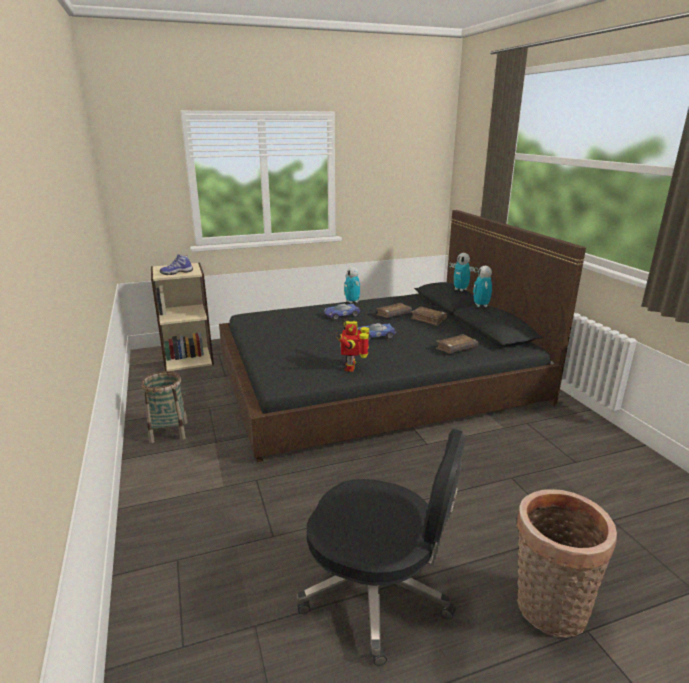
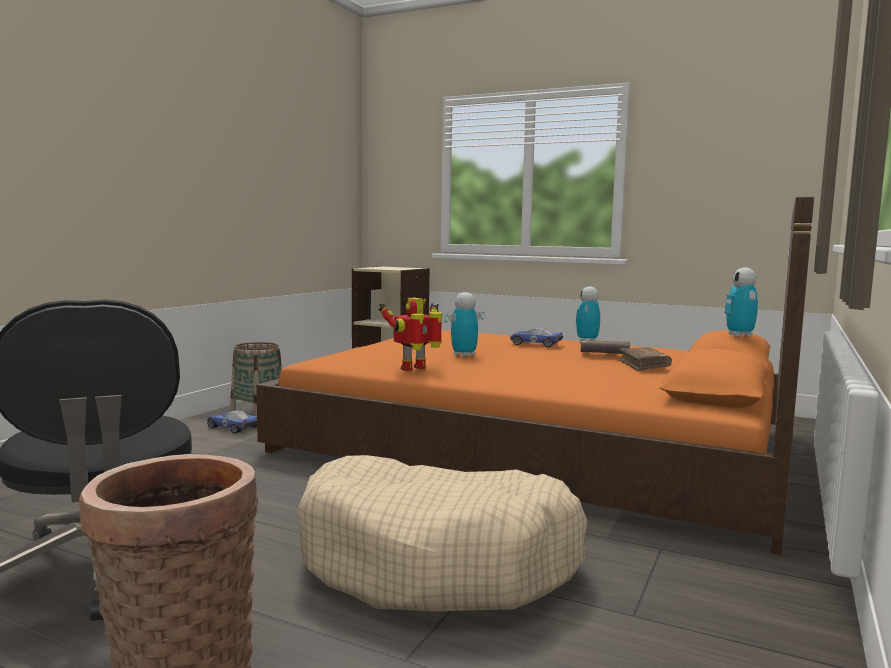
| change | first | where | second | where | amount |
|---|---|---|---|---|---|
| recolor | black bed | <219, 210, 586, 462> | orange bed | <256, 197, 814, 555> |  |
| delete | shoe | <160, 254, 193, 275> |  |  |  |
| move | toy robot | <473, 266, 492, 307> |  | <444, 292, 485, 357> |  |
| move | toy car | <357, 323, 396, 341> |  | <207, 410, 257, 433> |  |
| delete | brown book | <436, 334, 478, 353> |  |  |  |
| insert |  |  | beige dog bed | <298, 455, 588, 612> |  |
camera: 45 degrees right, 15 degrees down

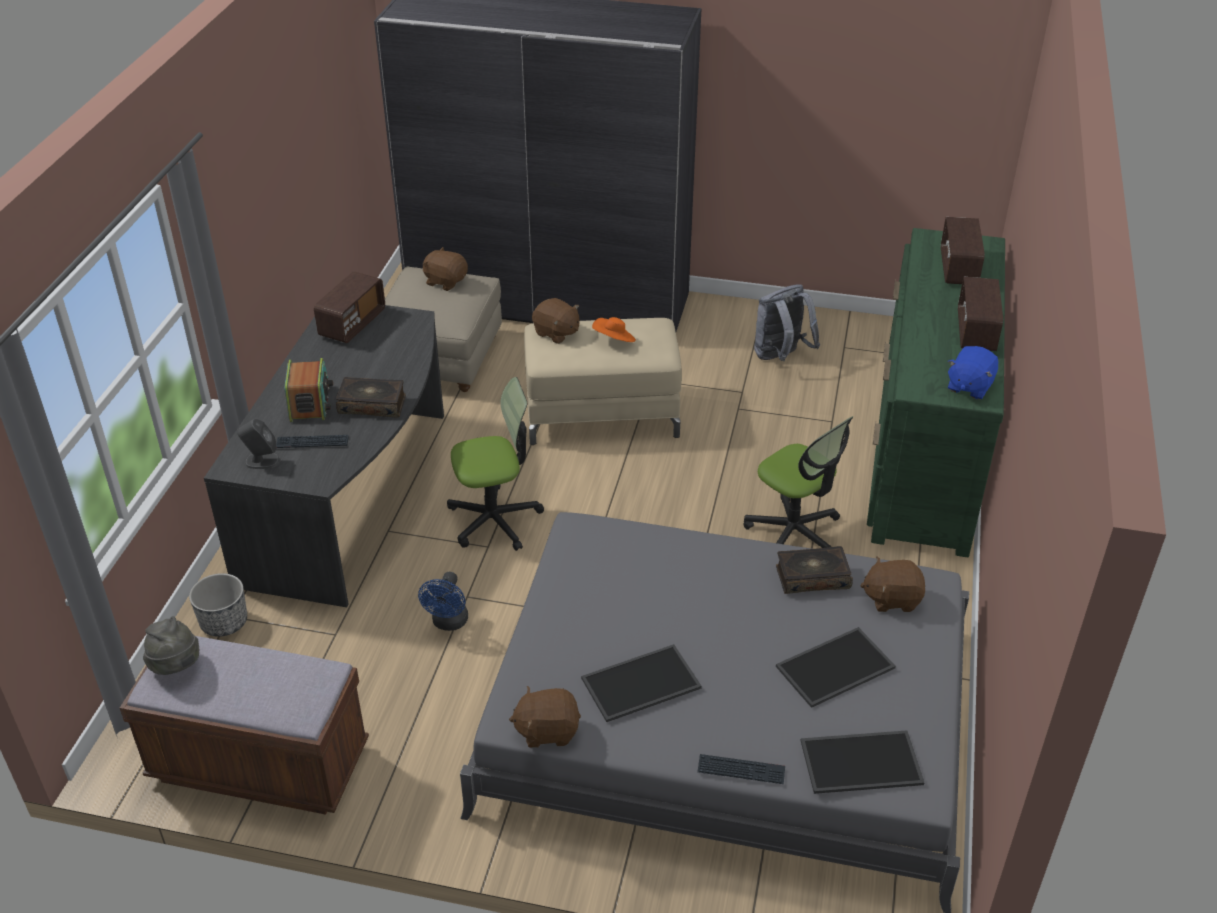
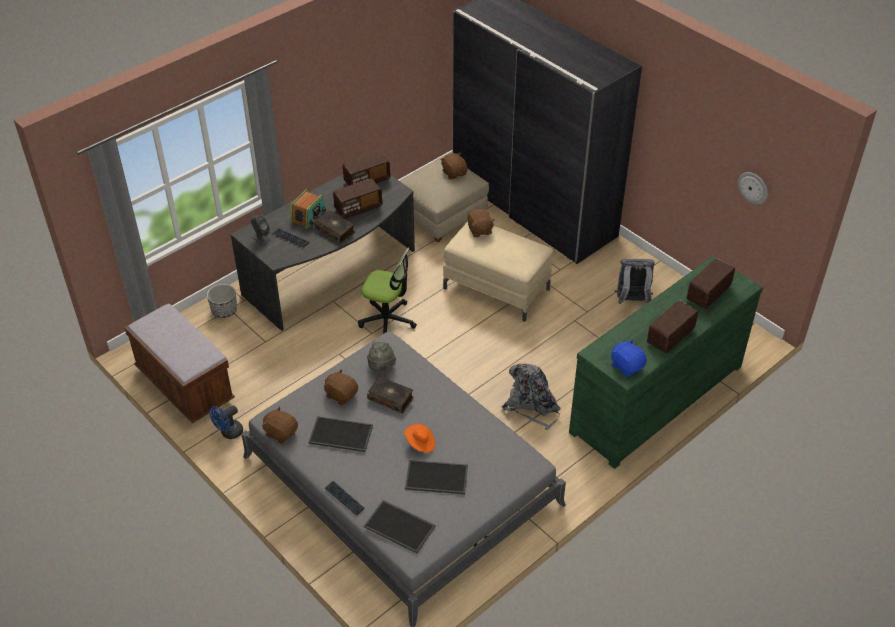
| change | first | where | second | where | amount |
|---|---|---|---|---|---|
| move | orange hat | <592, 317, 636, 342> |  | <404, 424, 435, 453> |  |
| rotate | blue plush toy | <948, 346, 998, 400> |  | <611, 339, 647, 376> | 75 degrees clockwise |
| replace | office chair | <743, 416, 853, 548> | grey backpack | <502, 364, 561, 430> |  |
| move | book | <776, 546, 853, 594> |  | <367, 376, 414, 413> |  |
| move | brown plush toy | <860, 557, 925, 612> |  | <324, 369, 358, 405> |  |
| move | blue fan | <418, 572, 468, 631> |  | <209, 405, 243, 439> |  |
| move | grey hat | <143, 616, 199, 675> |  | <367, 342, 396, 371> |  |
| insert |  |  | wall clock | <738, 172, 768, 204> |  |
| insert |  |  | radio | <333, 179, 383, 219> |  |
camera: 35 degrees right, 5 degrees up

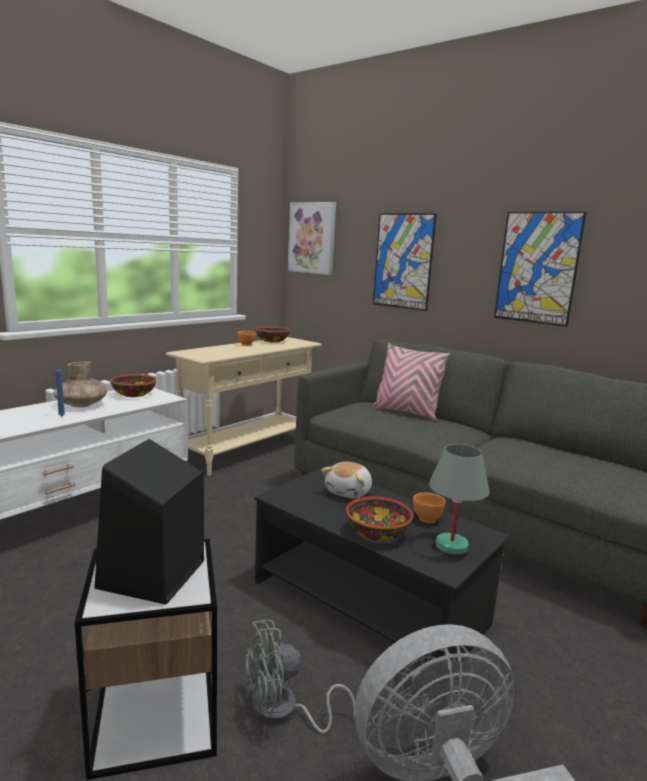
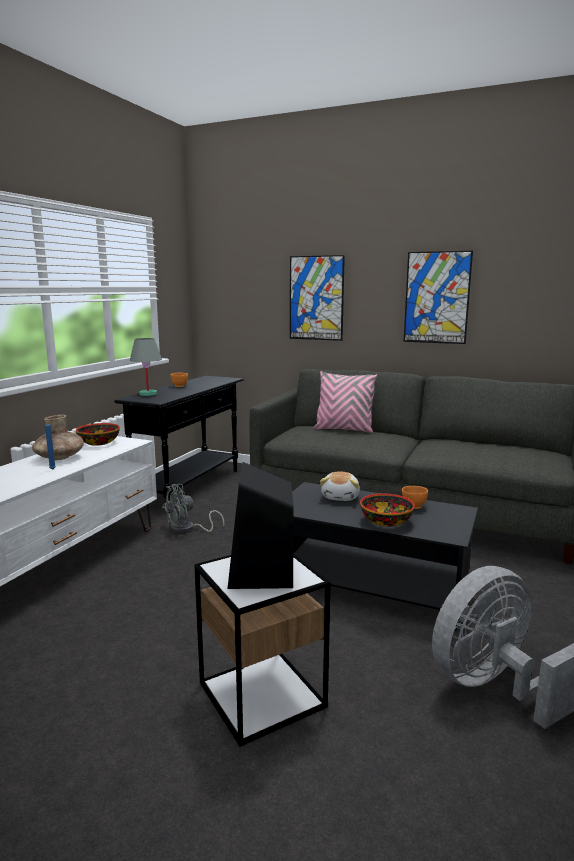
| change | first | where | second | where | amount |
|---|---|---|---|---|---|
| delete | picture | <288, 202, 336, 275> |  |  |  |
| delete | bowl | <256, 326, 290, 343> |  |  |  |
| recolor | beige console table | <166, 337, 322, 476> | black console table | <114, 376, 243, 513> |  |
| move | grey table lamp | <429, 444, 490, 554> |  | <130, 338, 162, 396> |  |
| move | grey fan | <243, 620, 355, 734> |  | <162, 484, 224, 533> |  |
camera: 15 degrees left, 0 degrees up

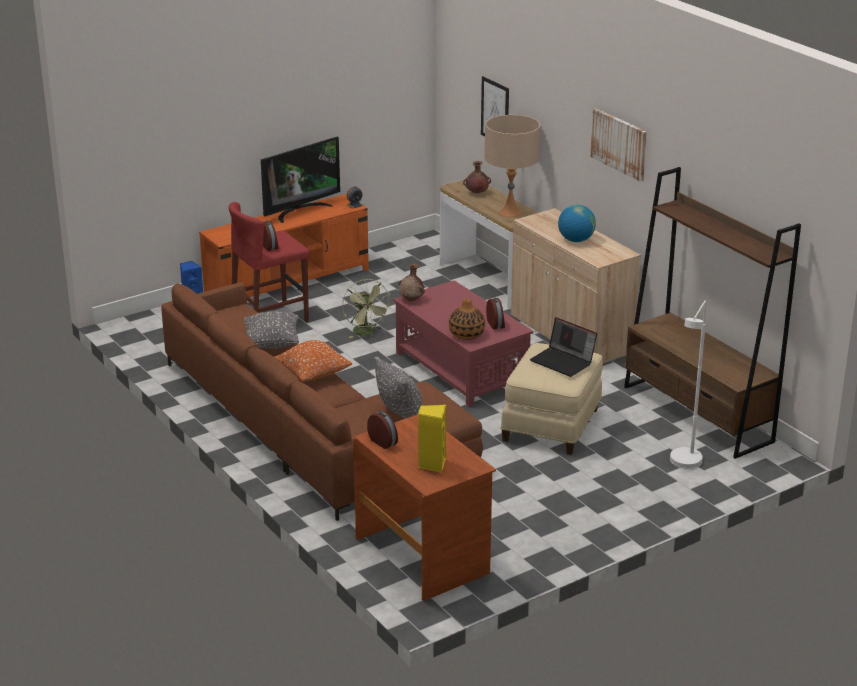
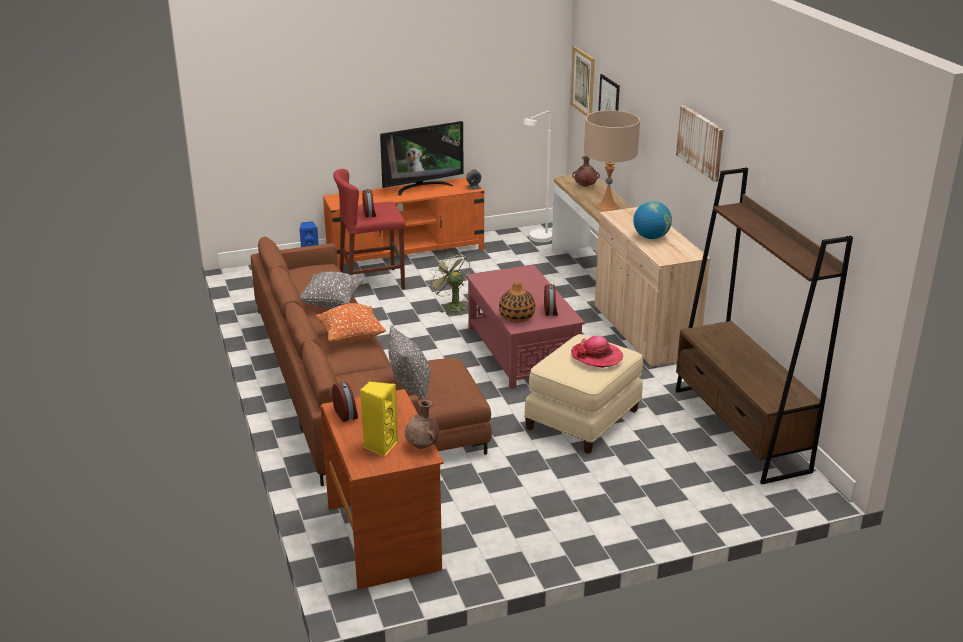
| change | first | where | second | where | amount |
|---|---|---|---|---|---|
| move | brown vase | <399, 264, 425, 301> |  | <405, 399, 439, 449> |  |
| rotate | green fan | <342, 279, 391, 338> |  | <428, 252, 470, 315> | 150 degrees clockwise |
| move | white floor lamp | <670, 301, 707, 469> |  | <523, 111, 552, 243> |  |
| replace | laptop | <530, 317, 597, 377> | hat | <571, 336, 623, 368> |  |
| insert |  |  | picture | <571, 46, 595, 116> |  |
camera: 15 degrees right, 0 degrees up

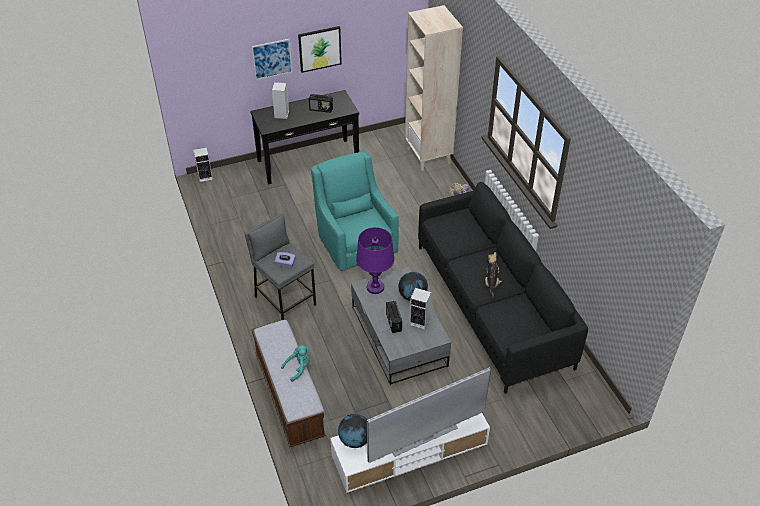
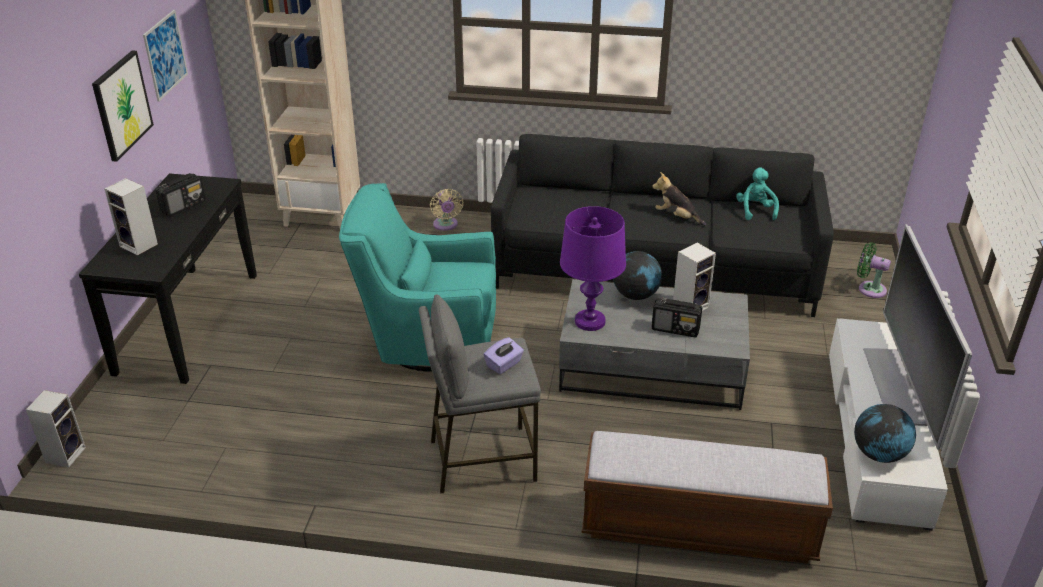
| change | first | where | second | where | amount |
|---|---|---|---|---|---|
| move | picture | <251, 39, 293, 80> |  | <143, 10, 188, 102> |  |
| move | turquoise plush toy | <281, 345, 310, 382> |  | <736, 168, 779, 220> |  |
| insert |  |  | green fan | <857, 242, 891, 298> |  |
camera: 60 degrees left, 10 degrees down

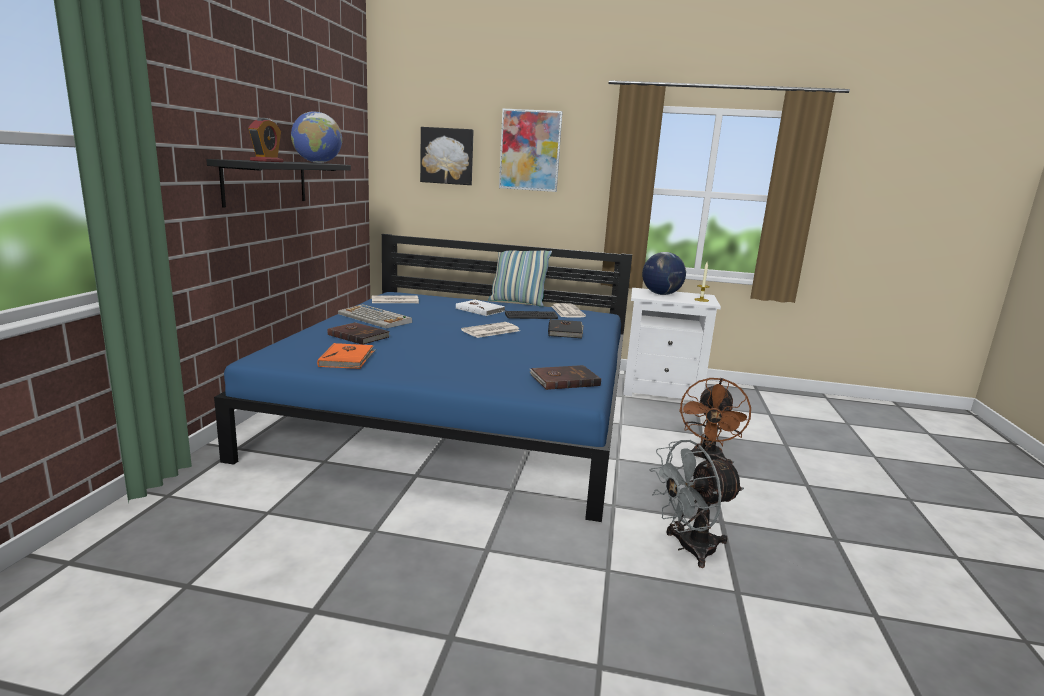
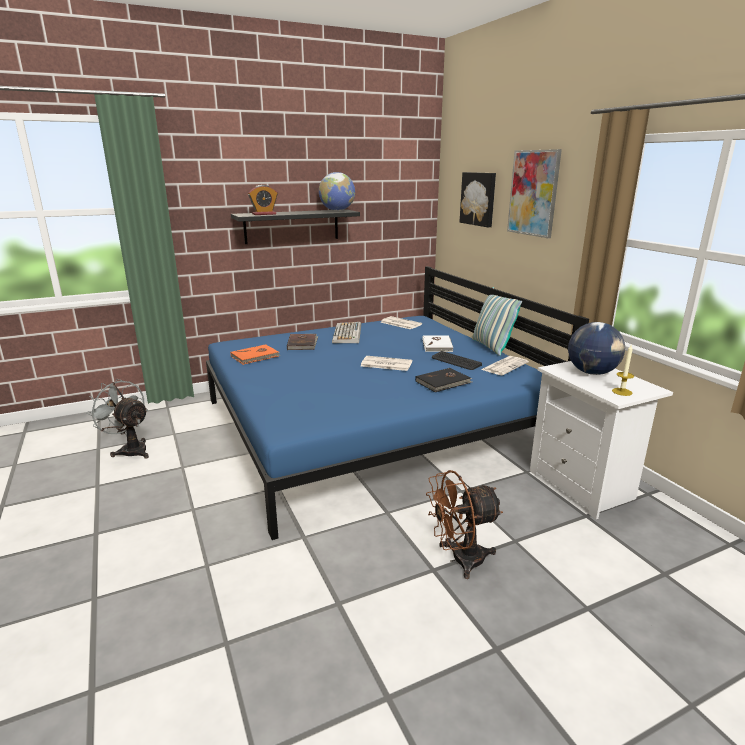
| change | first | where | second | where | amount |
|---|---|---|---|---|---|
| delete | brown book | <530, 365, 601, 390> |  |  |  |
| move | grey fan | <650, 440, 744, 568> |  | <86, 379, 149, 459> |  |
camera: 55 degrees right, 5 degrees up

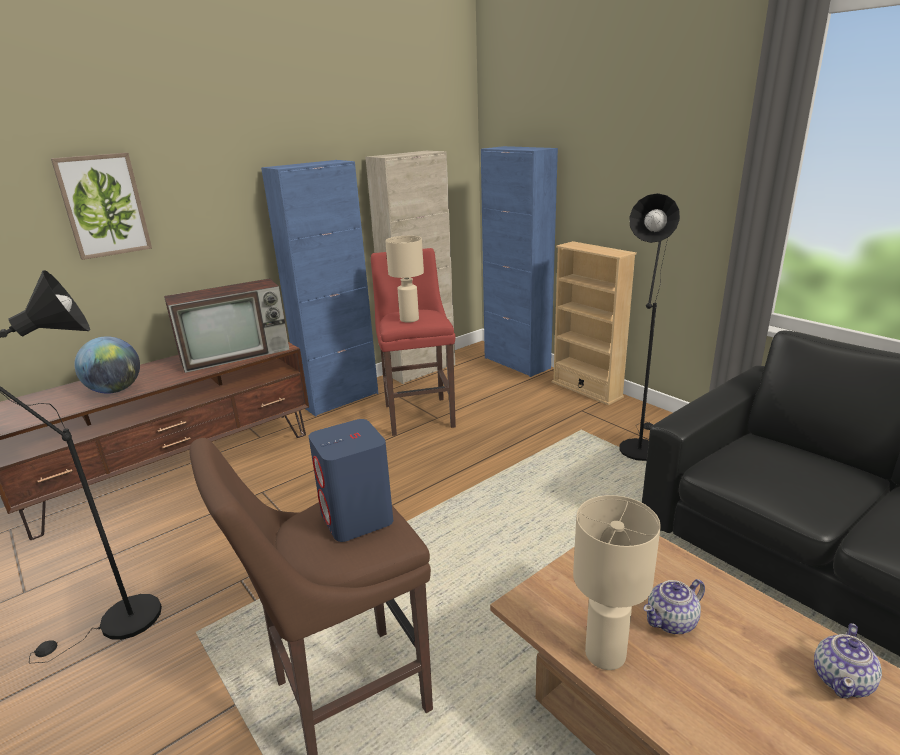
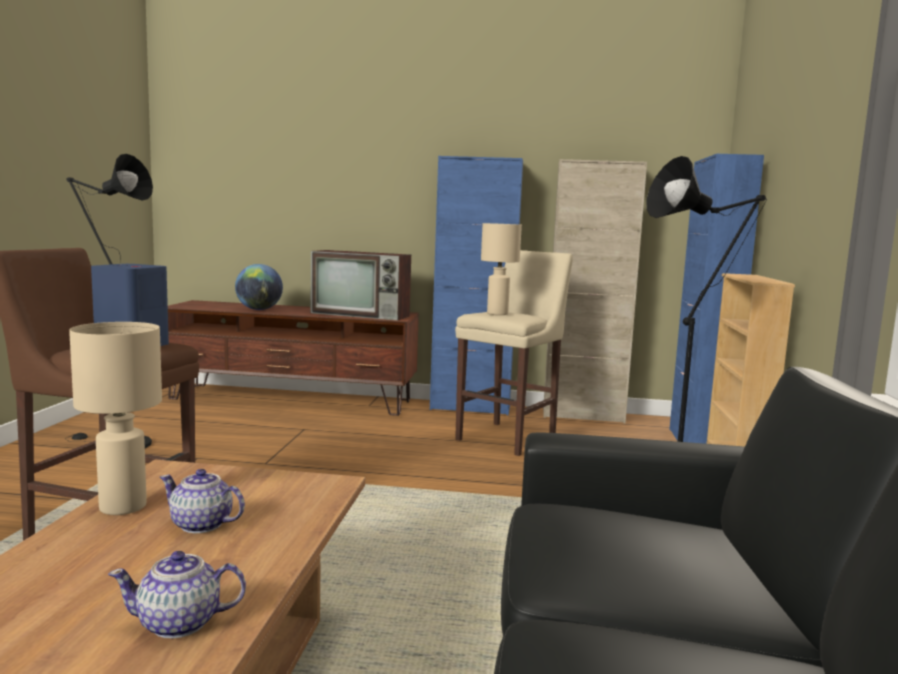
| change | first | where | second | where | amount |
|---|---|---|---|---|---|
| delete | picture | <51, 153, 152, 260> |  |  |  |
| recolor | red stool | <371, 248, 456, 436> | beige stool | <455, 250, 573, 456> |  |
camera: 45 degrees right, 15 degrees down

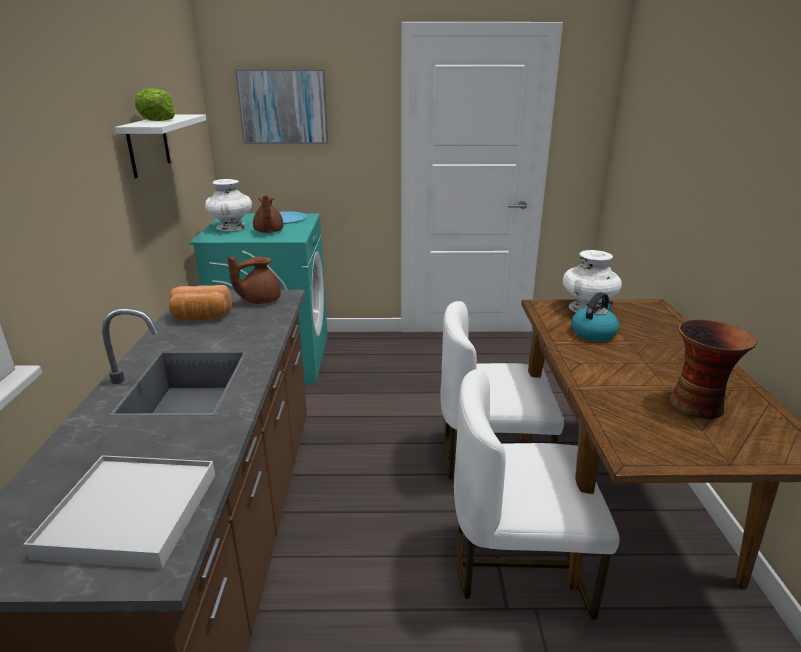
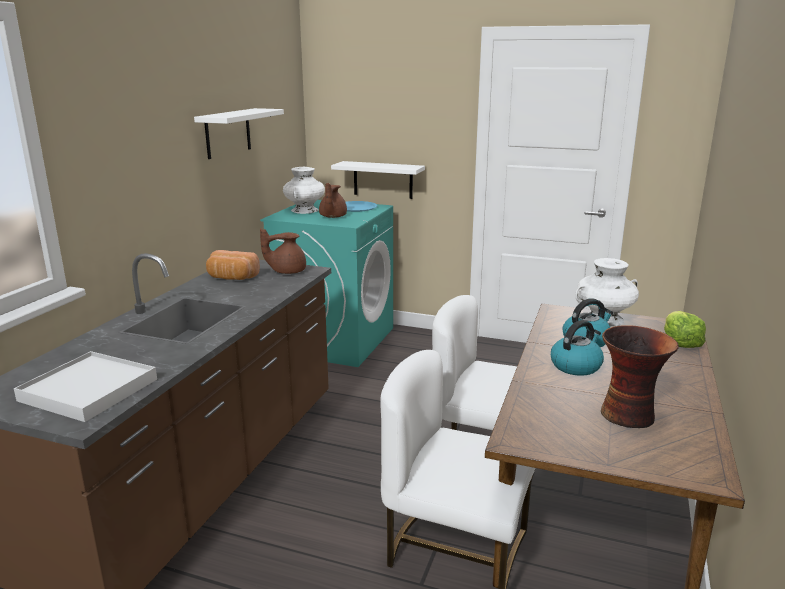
| change | first | where | second | where | amount |
|---|---|---|---|---|---|
| delete | picture | <235, 69, 328, 144> |  |  |  |
| move | lettuce | <135, 88, 176, 121> |  | <664, 311, 706, 348> |  |
| insert |  |  | white shelf | <331, 161, 425, 199> |  |
| insert |  |  | kettle | <551, 320, 604, 376> |  |
camera: 20 degrees right, 5 degrees down

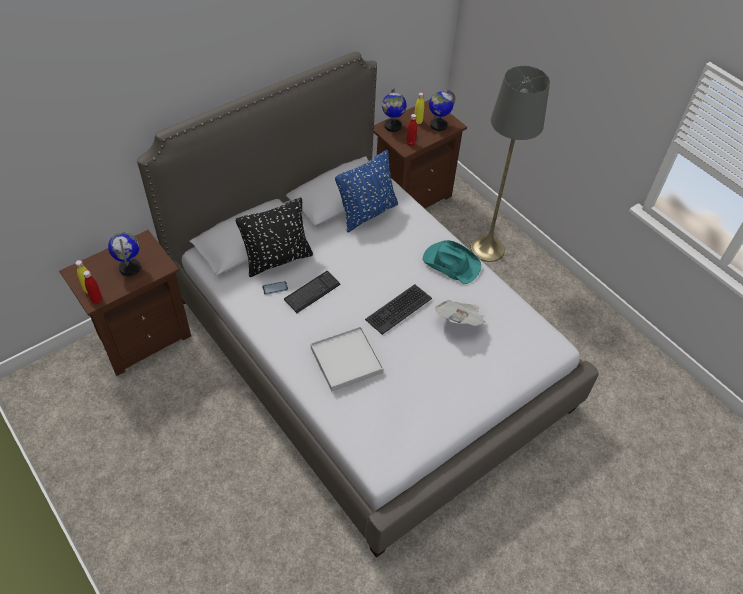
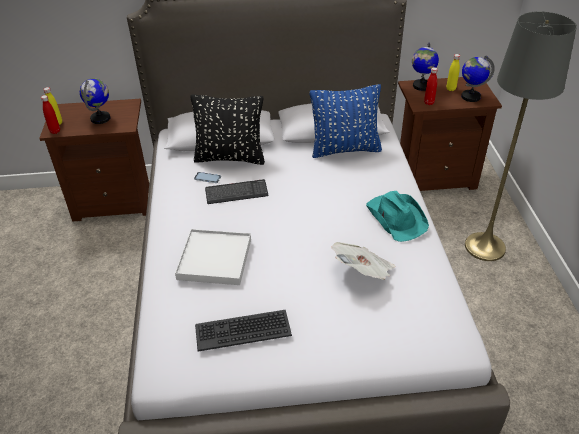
| change | first | where | second | where | amount |
|---|---|---|---|---|---|
| move | keyboard | <365, 284, 432, 335> |  | <195, 310, 292, 351> |  |
camera: 35 degrees right, 10 degrees down

